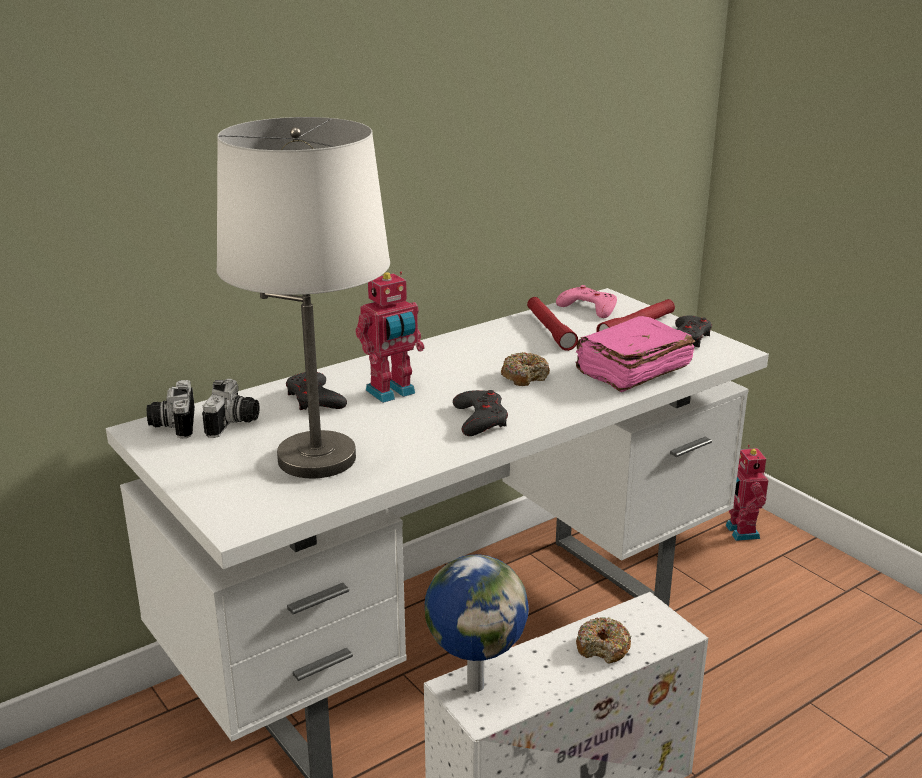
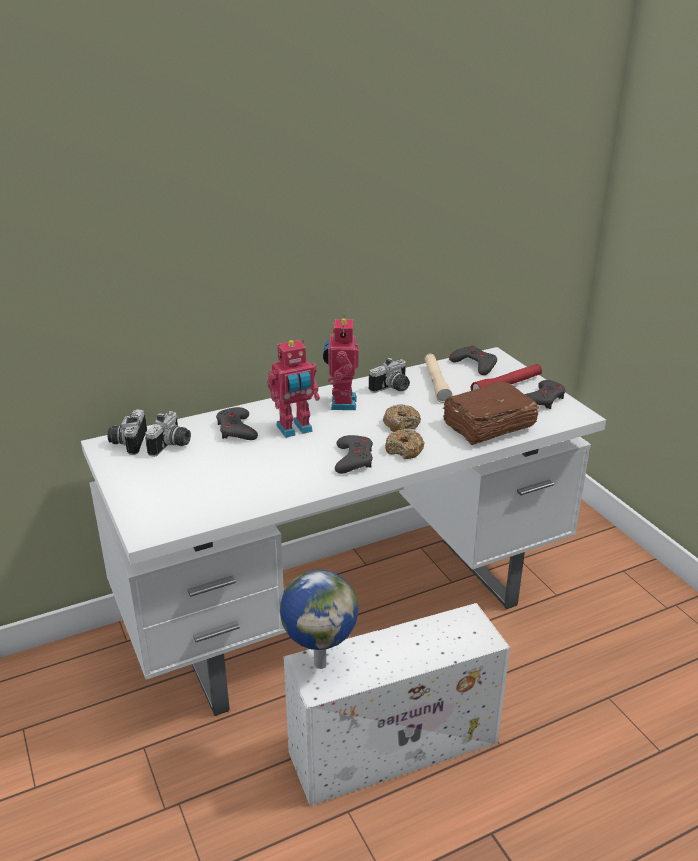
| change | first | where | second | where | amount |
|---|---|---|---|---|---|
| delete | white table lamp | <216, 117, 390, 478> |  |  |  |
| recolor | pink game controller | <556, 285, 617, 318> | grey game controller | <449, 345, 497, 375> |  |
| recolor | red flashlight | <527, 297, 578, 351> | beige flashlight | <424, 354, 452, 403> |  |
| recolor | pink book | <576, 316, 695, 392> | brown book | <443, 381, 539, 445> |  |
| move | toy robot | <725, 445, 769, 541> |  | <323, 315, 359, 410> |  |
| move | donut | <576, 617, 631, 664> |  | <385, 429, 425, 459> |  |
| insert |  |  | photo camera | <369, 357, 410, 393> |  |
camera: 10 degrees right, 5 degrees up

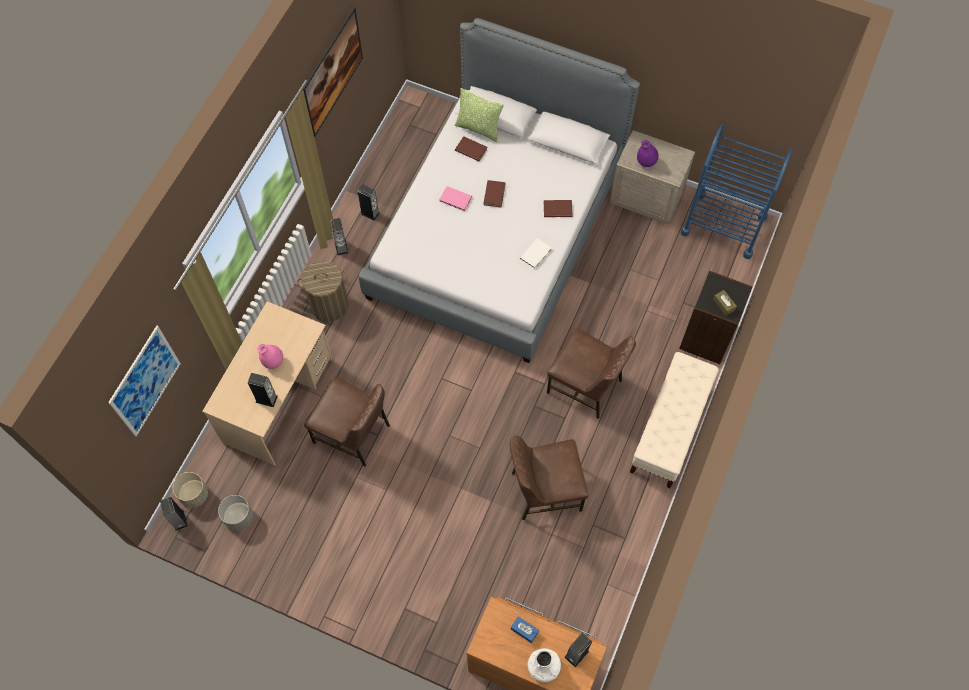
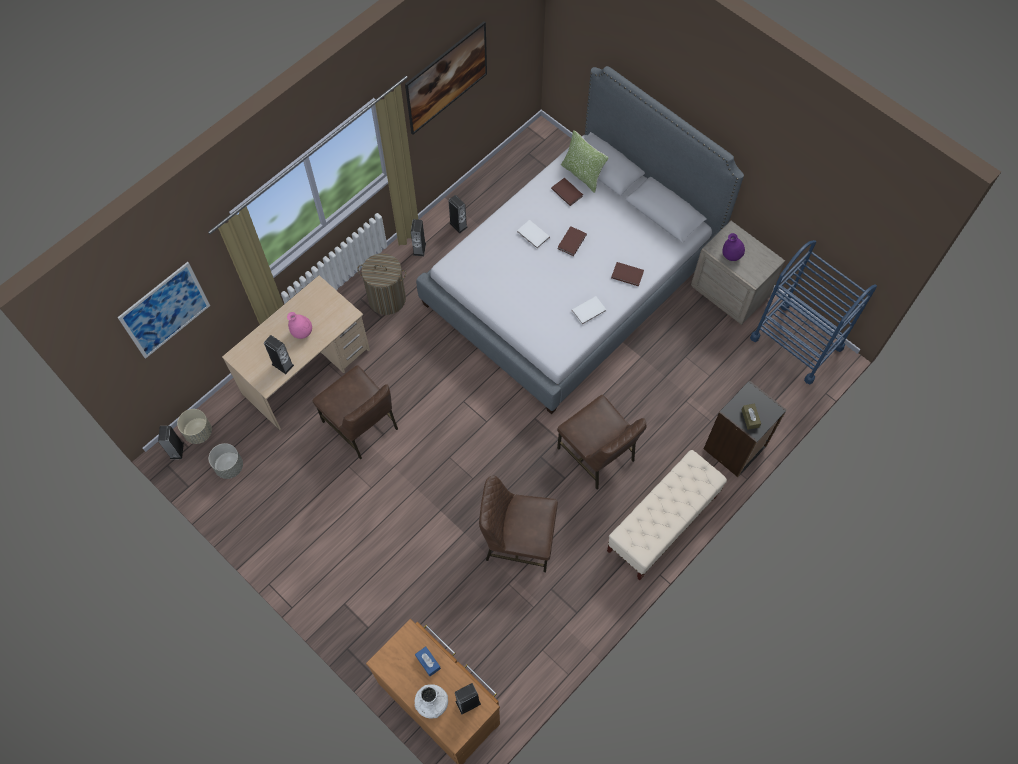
| change | first | where | second | where | amount |
|---|---|---|---|---|---|
| recolor | pink book | <439, 186, 472, 211> | white book | <517, 220, 550, 249> |  |
camera: 20 degrees right, 0 degrees up

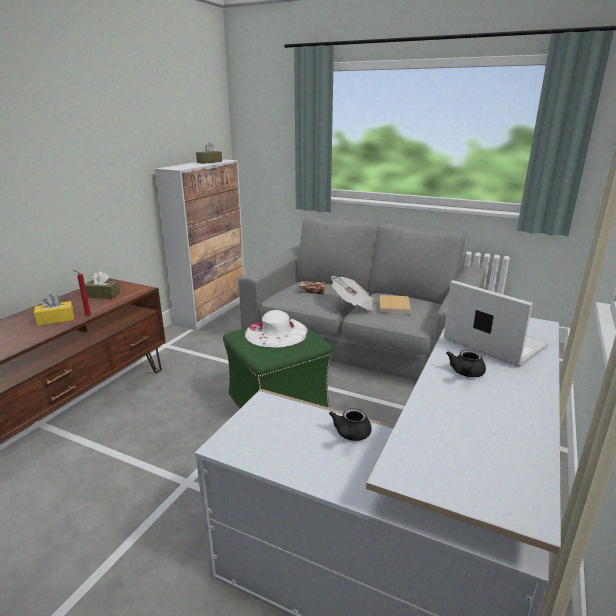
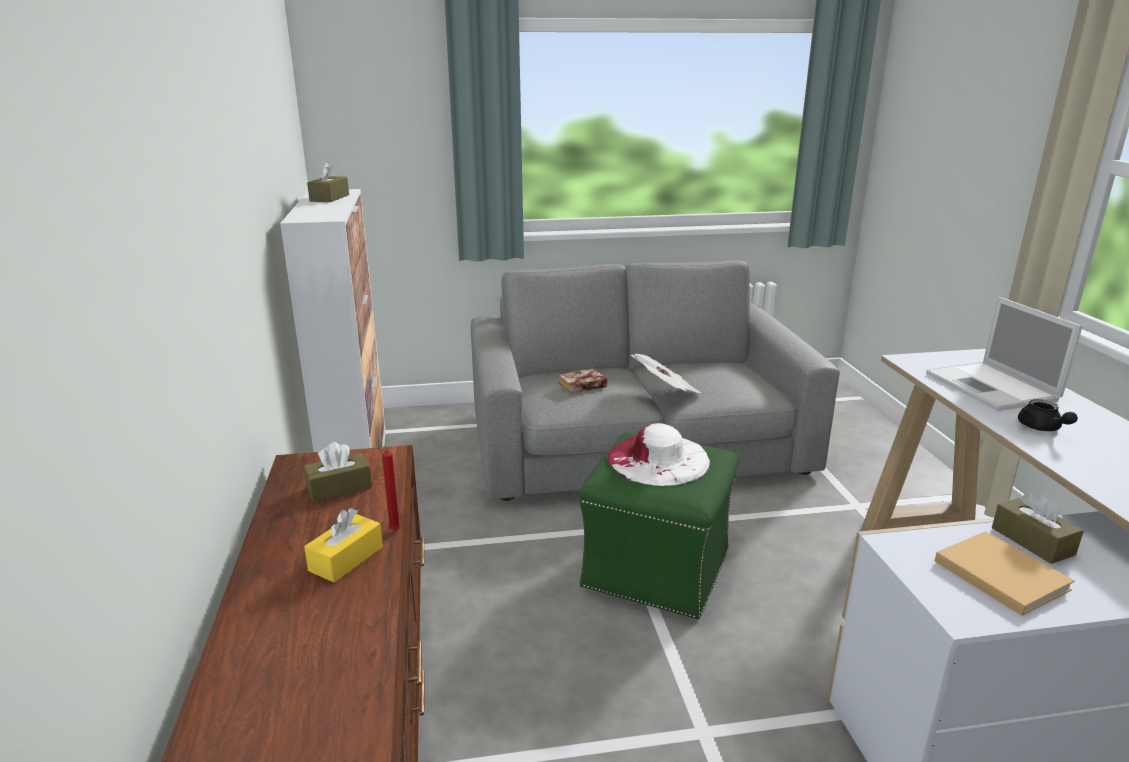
| change | first | where | second | where | amount |
|---|---|---|---|---|---|
| rotate | laptop | <444, 280, 548, 367> |  | <926, 297, 1082, 411> | 120 degrees counterclockwise |
| move | beige book | <379, 295, 411, 314> |  | <935, 531, 1075, 616> |  |
| replace | black teapot | <329, 408, 372, 441> | brown tissue box | <992, 492, 1084, 564> |  |
camera: 35 degrees left, 0 degrees up

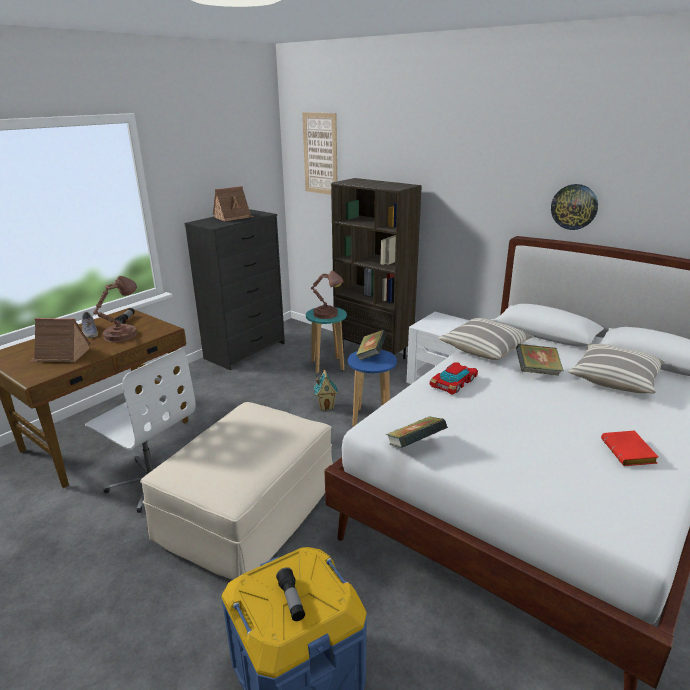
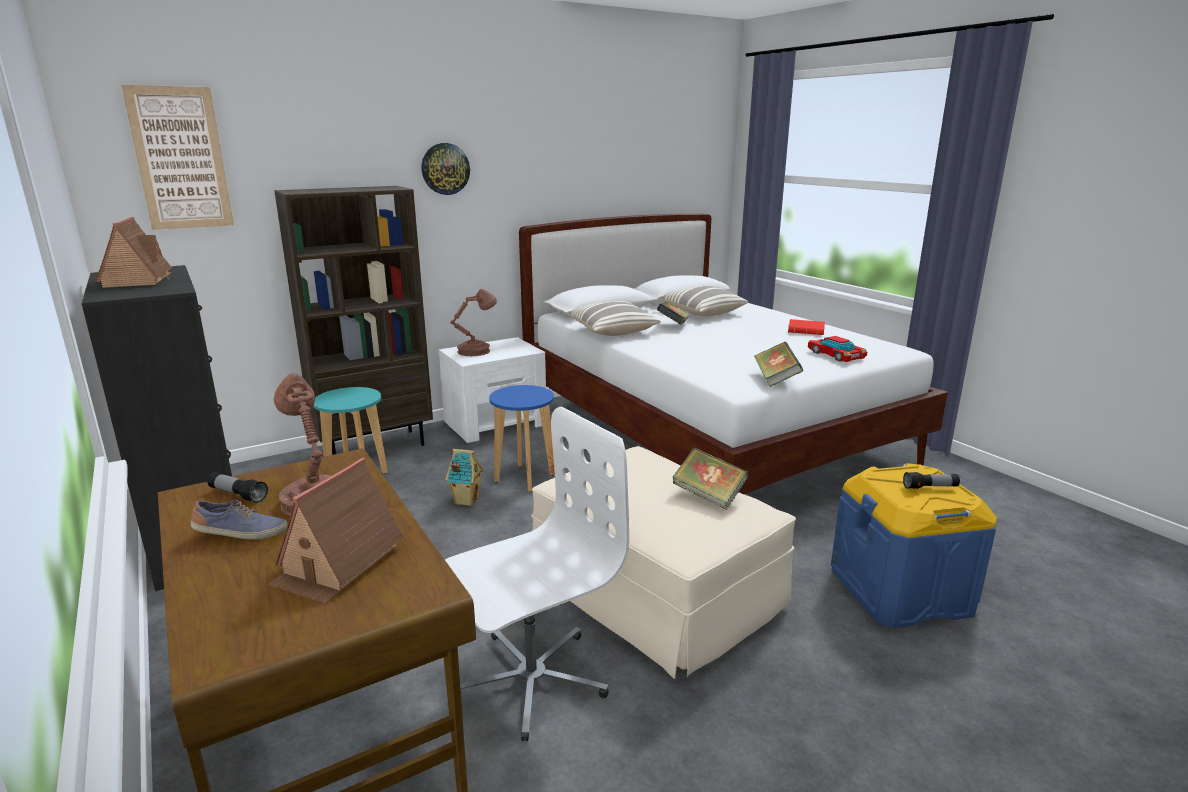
| change | first | where | second | where | amount |
|---|---|---|---|---|---|
| move | wall clock | <551, 184, 598, 230> |  | <422, 143, 470, 195> |  |
| move | brown table lamp | <311, 271, 343, 319> |  | <450, 289, 497, 356> |  |
| move | book | <356, 330, 386, 361> |  | <672, 447, 748, 510> |  |
| move | toy car | <430, 362, 478, 395> |  | <808, 336, 867, 362> |  |
camera: 70 degrees left, 5 degrees down

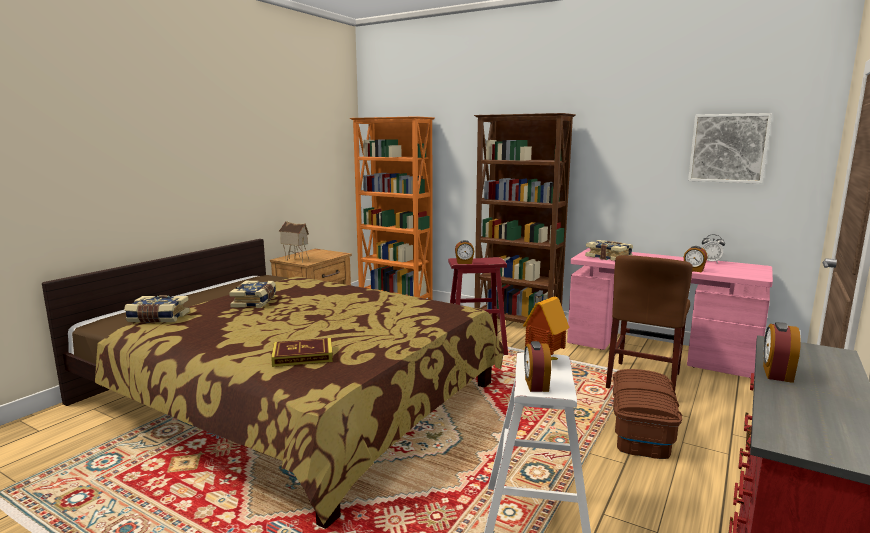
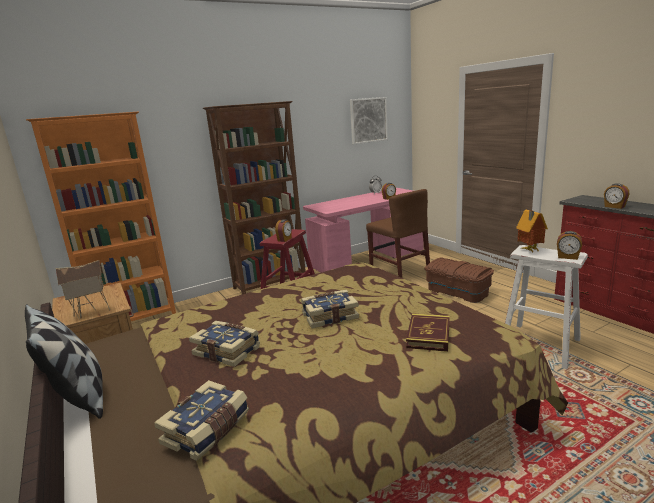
| change | first | where | second | where | amount |
|---|---|---|---|---|---|
| move | book | <585, 240, 633, 261> |  | <301, 290, 359, 328> |  |
| insert |  |  | pillow | <25, 304, 103, 419> |  |
camera: 60 degrees left, 5 degrees up

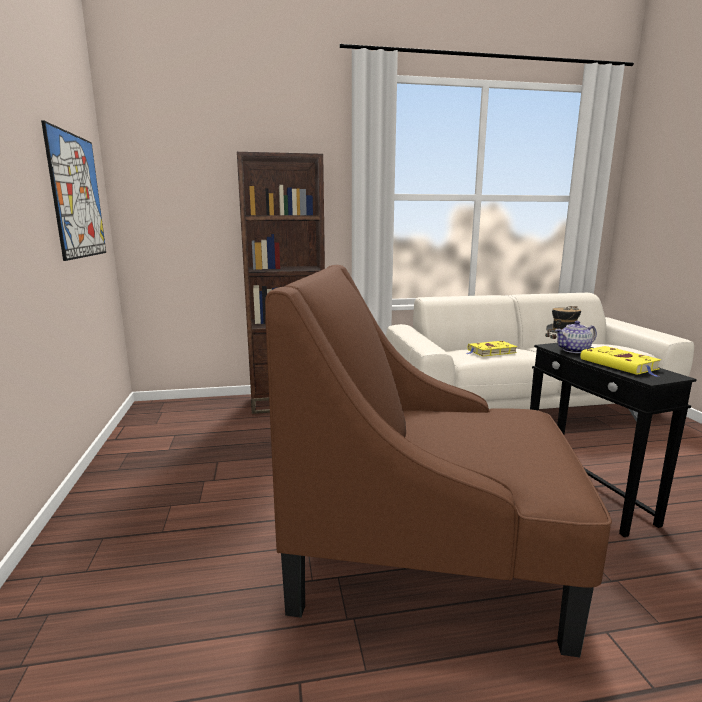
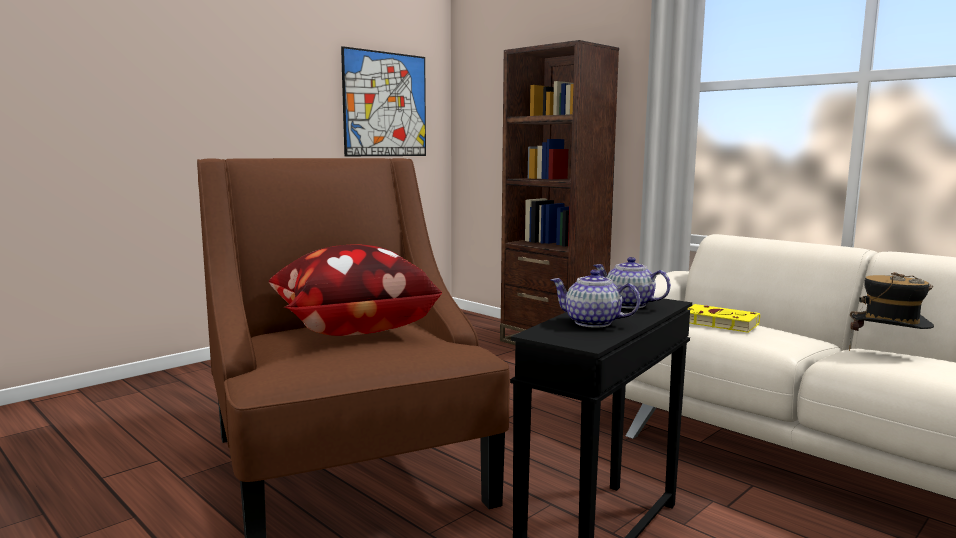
| change | first | where | second | where | amount |
|---|---|---|---|---|---|
| replace | yellow book | <580, 346, 661, 377> | teapot | <551, 270, 640, 328> |  |
| insert |  |  | pillow | <269, 244, 442, 336> |  |
camera: 55 degrees right, 5 degrees down

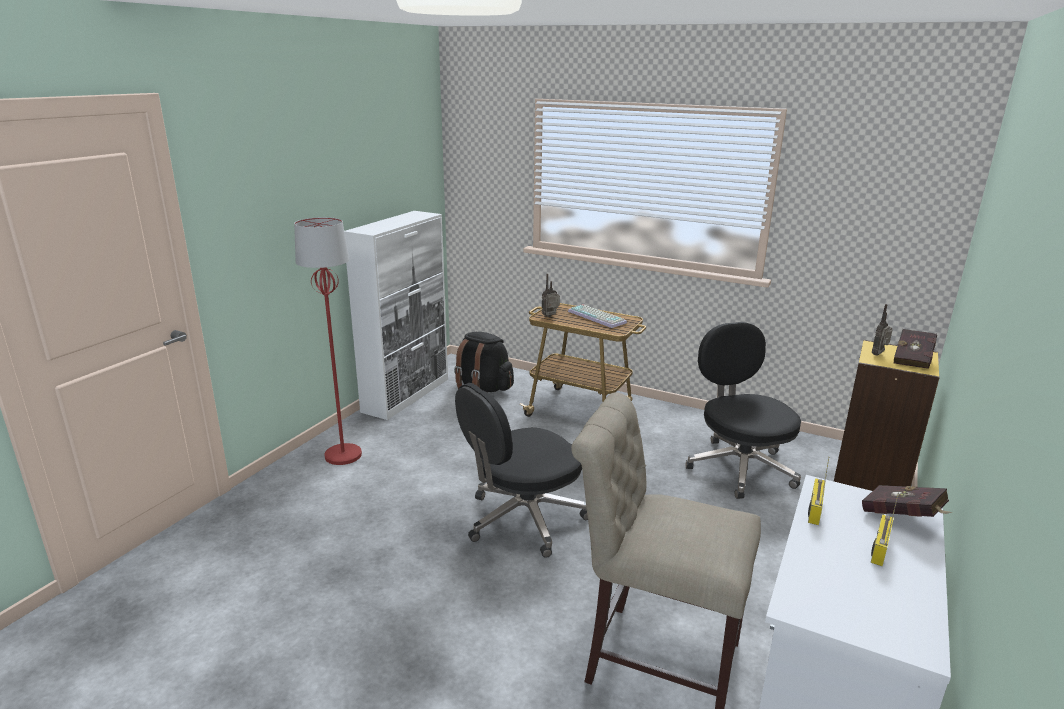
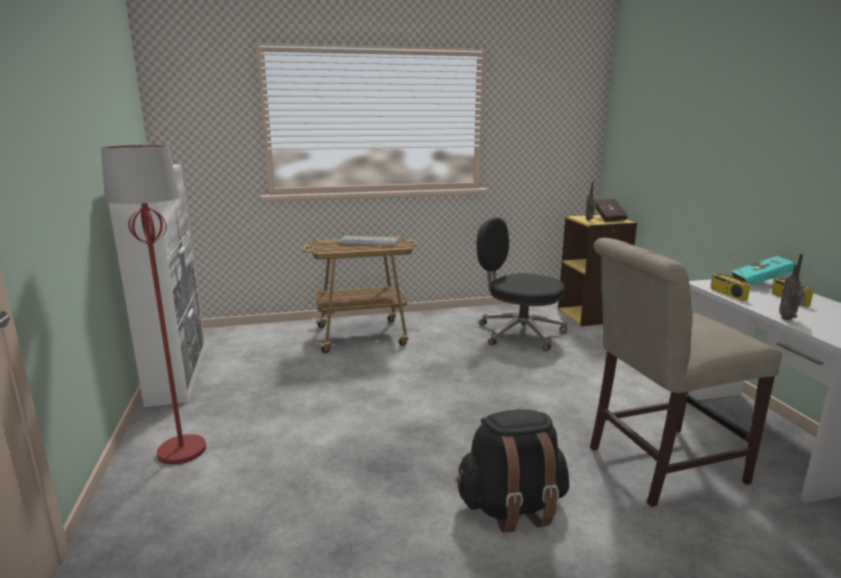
| change | first | where | second | where | amount |
|---|---|---|---|---|---|
| move | radio | <542, 274, 560, 317> |  | <779, 254, 805, 320> |  |
| move | black backpack | <454, 332, 514, 393> |  | <455, 409, 569, 533> |  |
| delete | black office chair | <455, 383, 588, 558> |  |  |  |
| recolor | red book | <862, 485, 953, 517> | turquoise book | <731, 256, 795, 285> |  |
camera: 40 degrees left, 5 degrees down

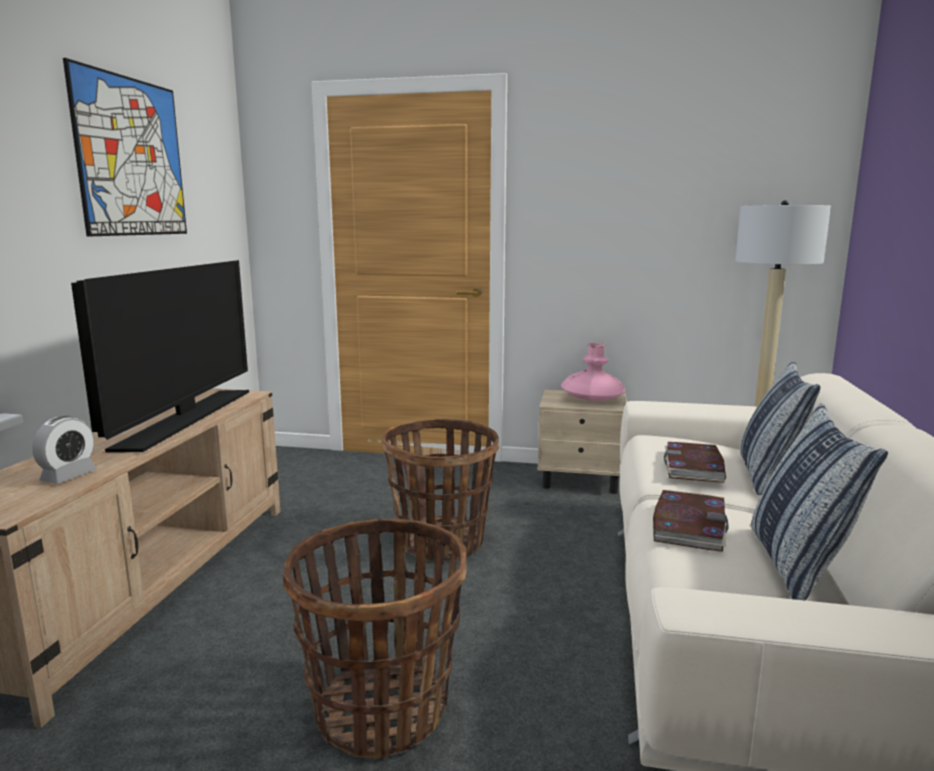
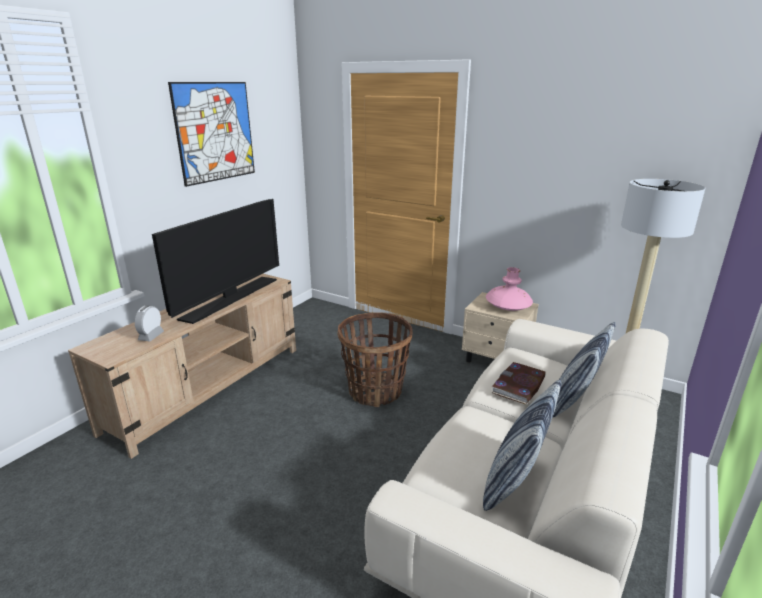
| change | first | where | second | where | amount |
|---|---|---|---|---|---|
| rotate | alarm clock | <32, 416, 97, 484> |  | <135, 305, 164, 341> | 150 degrees clockwise |
| delete | book | <653, 490, 729, 552> |  |  |  |
| delete | basket | <282, 519, 467, 760> |  |  |  |
camera: 20 degrees right, 10 degrees up

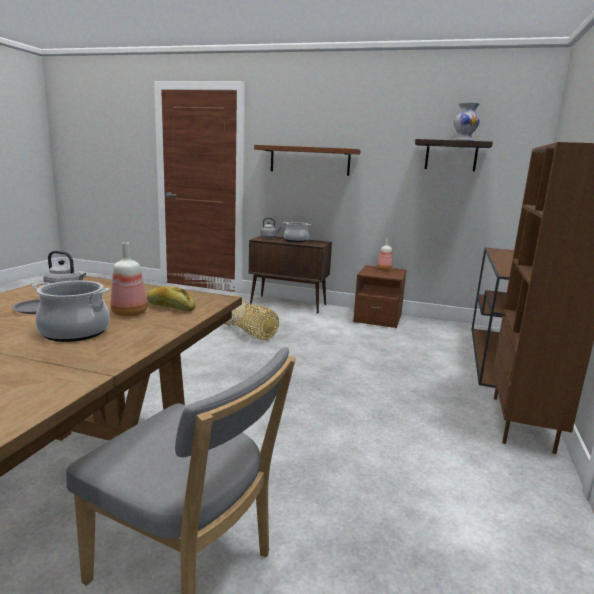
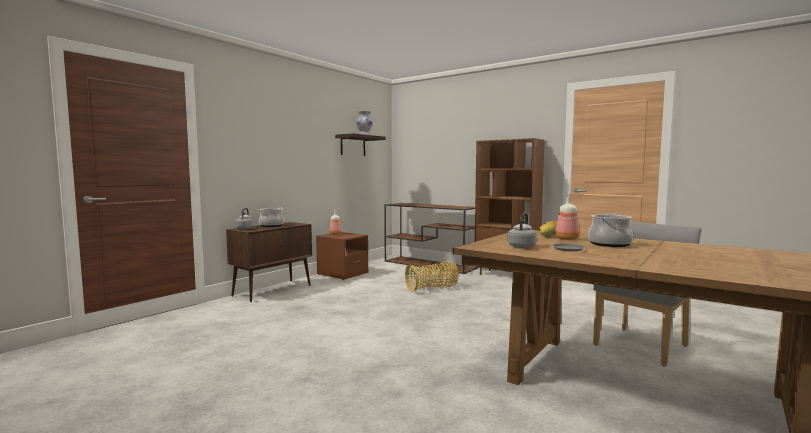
| change | first | where | second | where | amount |
|---|---|---|---|---|---|
| delete | brown shelf | <254, 145, 361, 176> |  |  |  |
| move | basket | <224, 295, 279, 340> |  | <405, 261, 459, 292> |  |
camera: 70 degrees left, 10 degrees down

